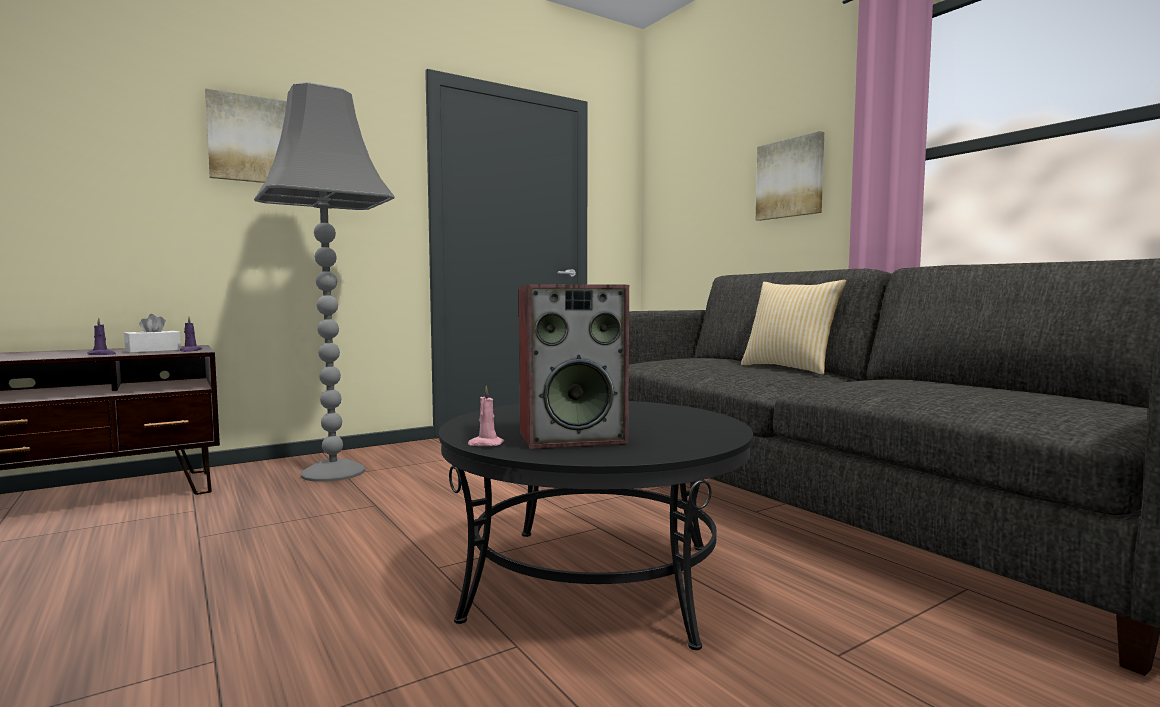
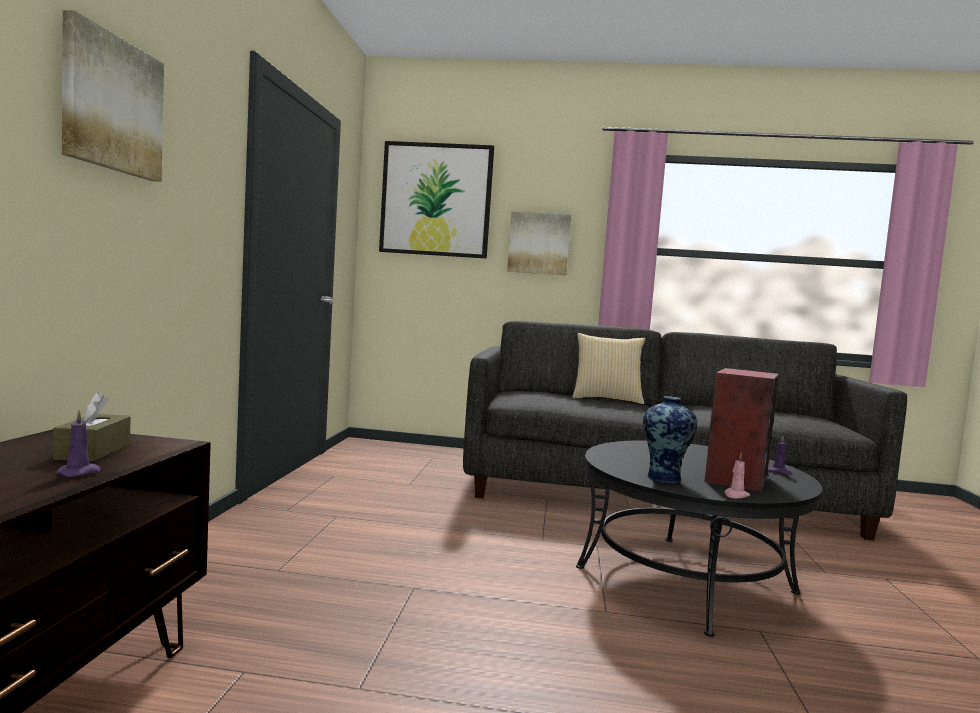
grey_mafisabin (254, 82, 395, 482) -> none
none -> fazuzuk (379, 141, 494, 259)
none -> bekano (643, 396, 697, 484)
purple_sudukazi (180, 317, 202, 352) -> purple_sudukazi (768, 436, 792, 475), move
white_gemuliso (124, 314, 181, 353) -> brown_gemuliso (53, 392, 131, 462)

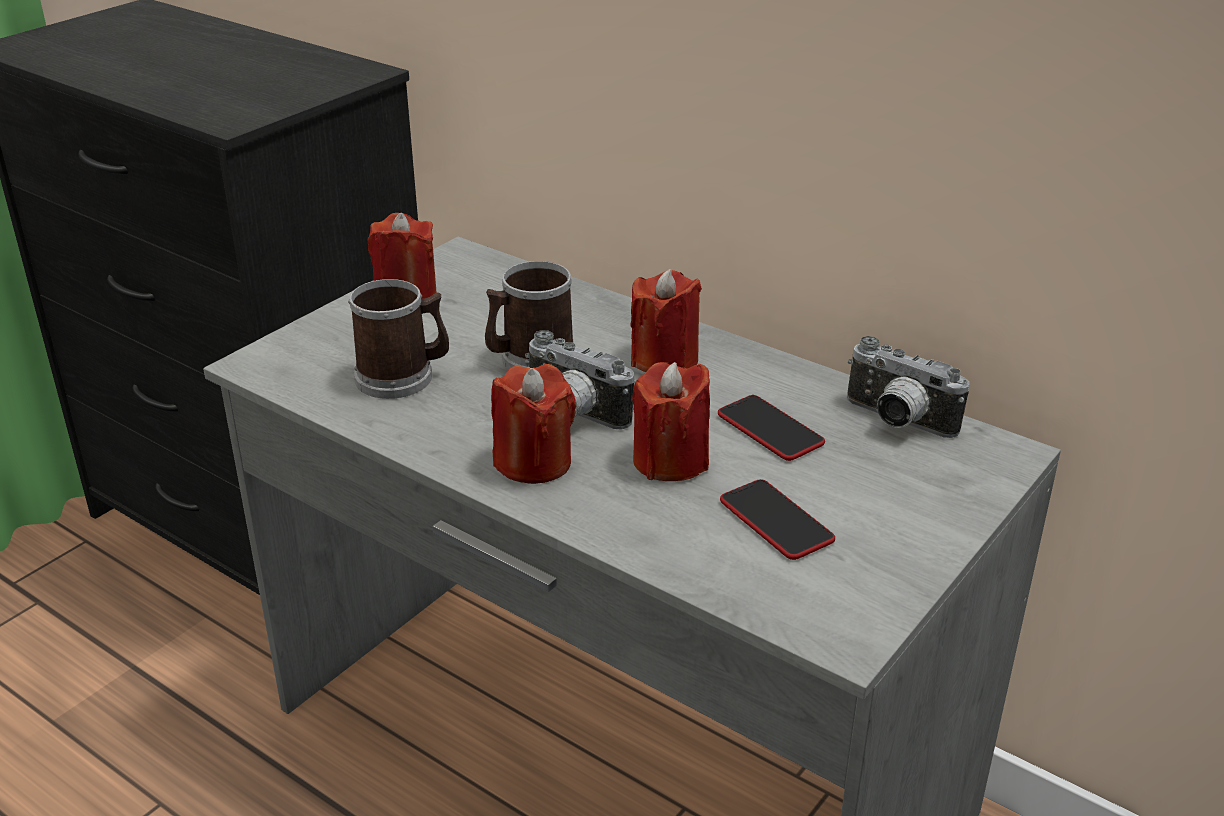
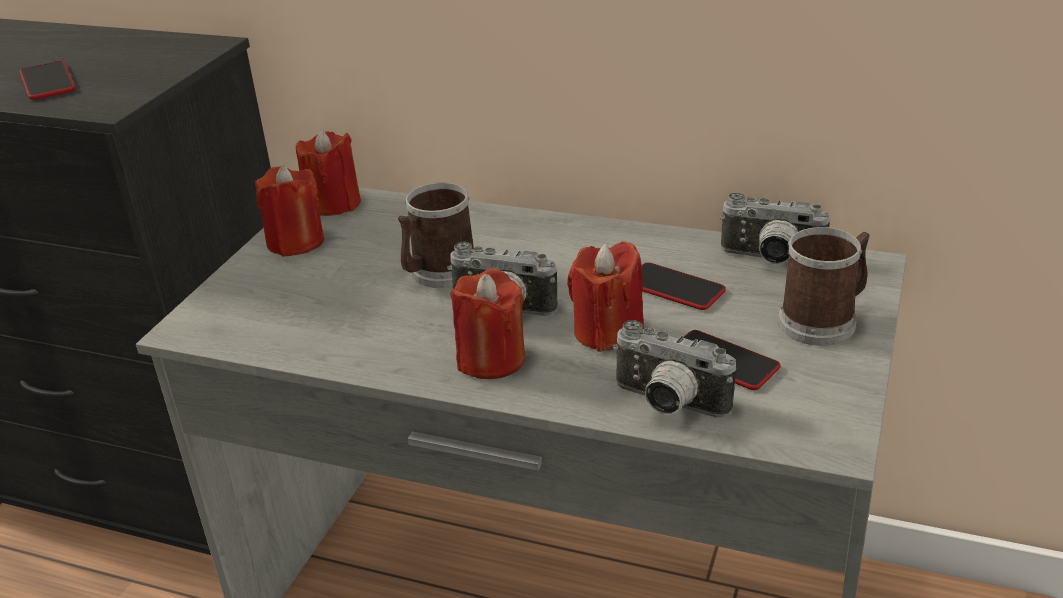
none -> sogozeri (20, 60, 76, 100)
none -> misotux (613, 320, 736, 418)
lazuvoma (348, 279, 449, 399) -> lazuvoma (778, 227, 870, 346), move
red_sudukazi (630, 269, 702, 372) -> red_sudukazi (296, 128, 361, 216), move

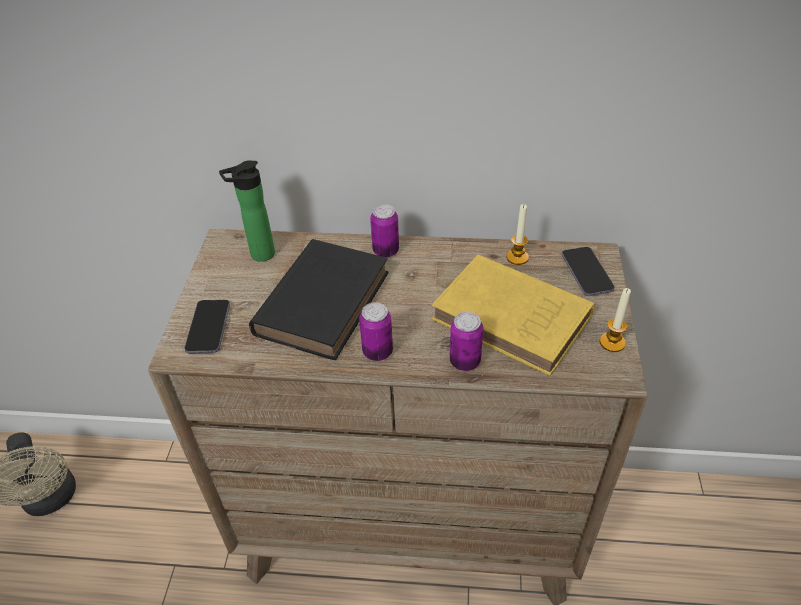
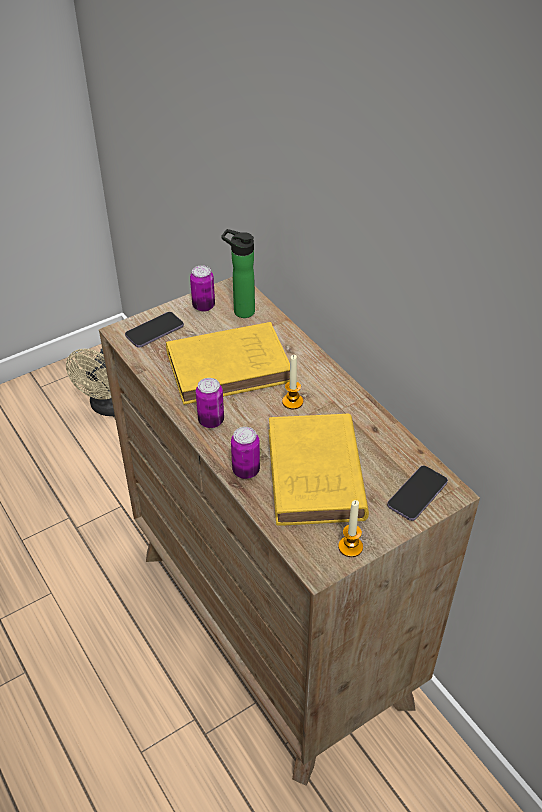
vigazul (370, 204, 399, 258) -> vigazul (190, 265, 215, 312), move
sudukazi (506, 204, 529, 265) -> sudukazi (282, 355, 303, 409), move
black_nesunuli (249, 239, 389, 360) -> yellow_nesunuli (166, 322, 290, 405)

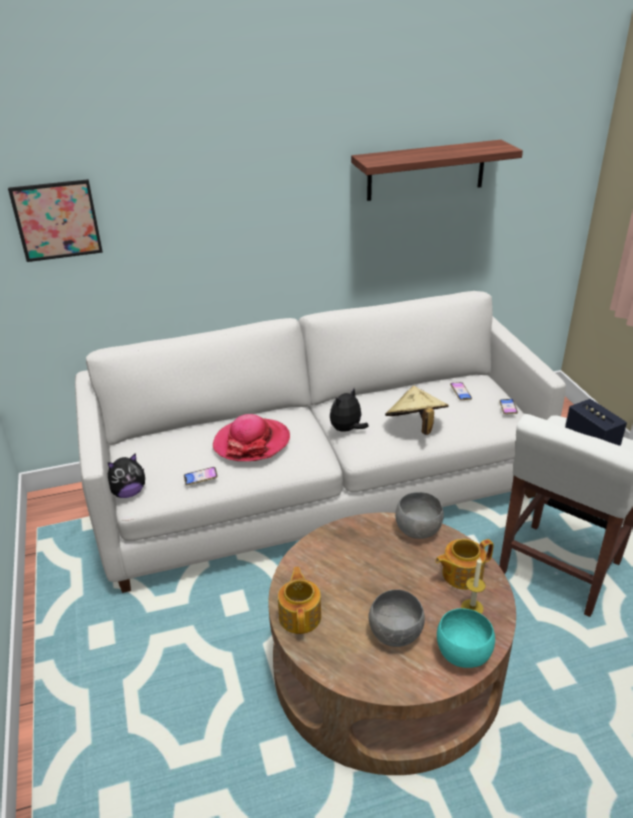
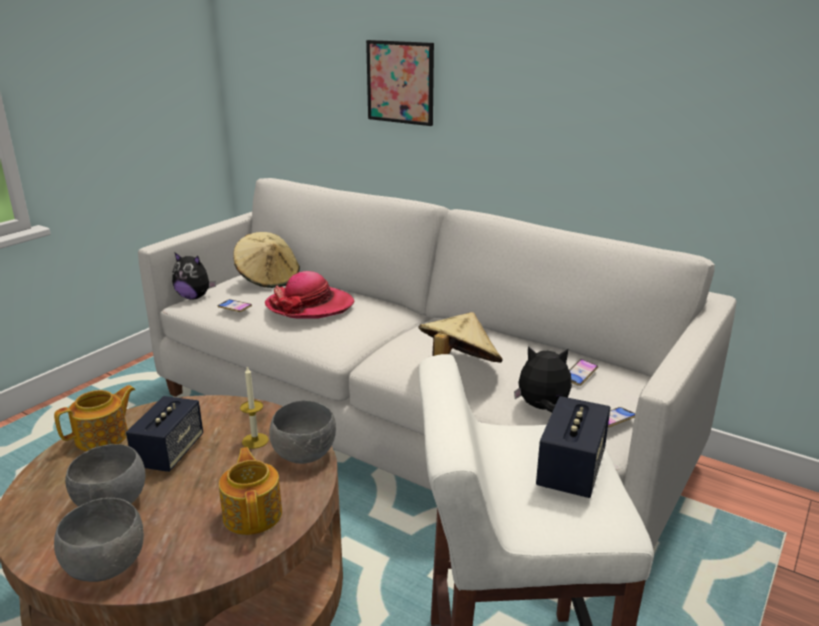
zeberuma (351, 140, 523, 201) -> none
none -> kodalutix (126, 396, 203, 472)
none -> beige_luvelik (233, 232, 300, 288)
fazuzuk (8, 179, 103, 262) -> fazuzuk (366, 40, 434, 126), move
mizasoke (330, 388, 369, 432) -> mizasoke (514, 346, 572, 413), move
sudukazi (461, 558, 486, 614) -> sudukazi (240, 366, 269, 449), move
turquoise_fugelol (437, 608, 495, 668) -> grey_fugelol (54, 498, 144, 582)
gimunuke (435, 539, 494, 590) -> gimunuke (219, 447, 282, 535), 45 degrees clockwise

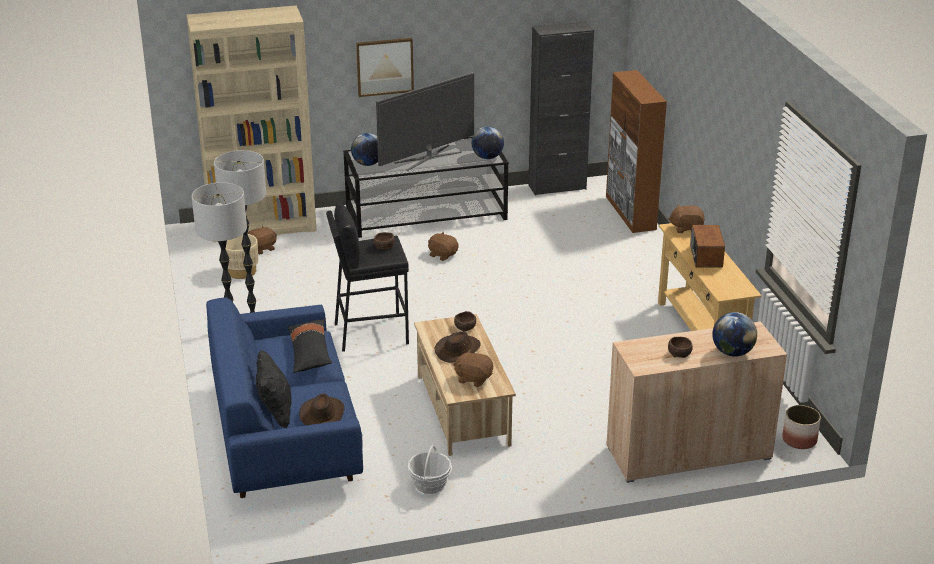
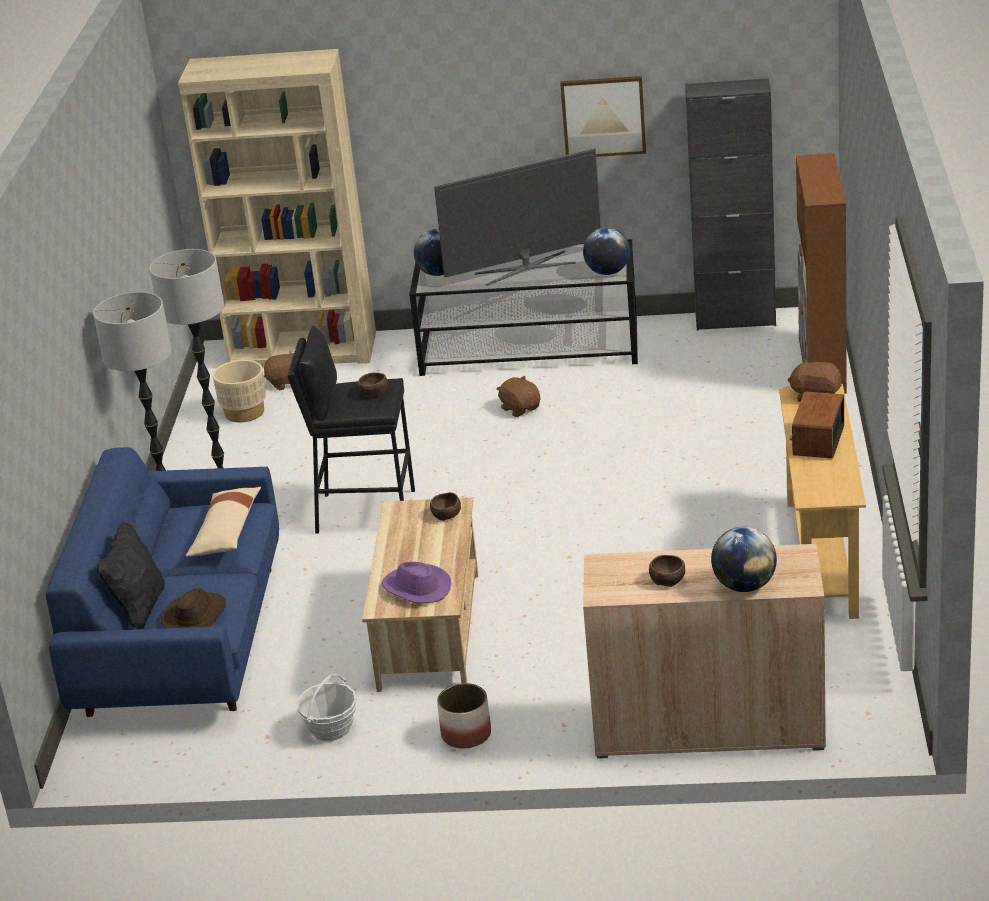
brown_luvelik (435, 331, 481, 363) -> none
fazuzuk (356, 38, 414, 97) -> fazuzuk (560, 76, 646, 157), move
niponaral (782, 405, 821, 449) -> niponaral (437, 683, 491, 748), move
brown_mizasoke (453, 350, 493, 387) -> purple_luvelik (382, 562, 451, 603)
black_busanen (287, 319, 332, 373) -> beige_busanen (186, 487, 261, 556)

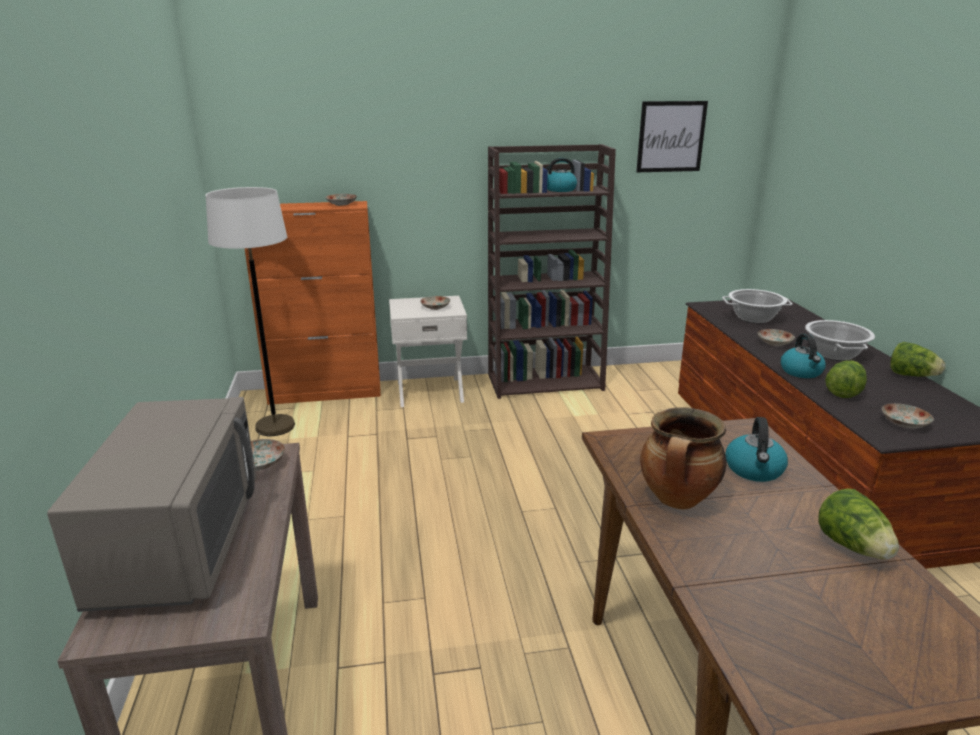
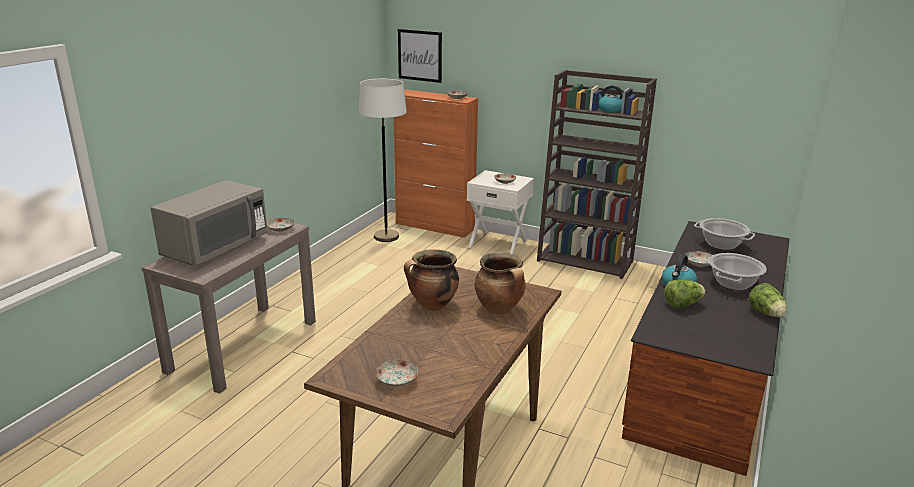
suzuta (818, 488, 899, 560) -> none
fazuzuk (636, 101, 708, 172) -> fazuzuk (398, 29, 442, 83), move
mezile (882, 403, 934, 428) -> mezile (375, 359, 418, 387), move
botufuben (725, 417, 788, 482) -> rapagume (475, 252, 526, 315)

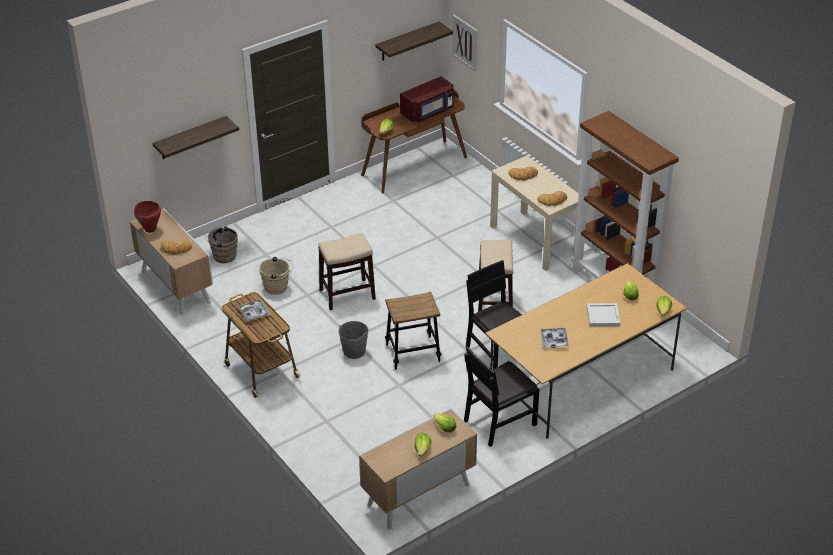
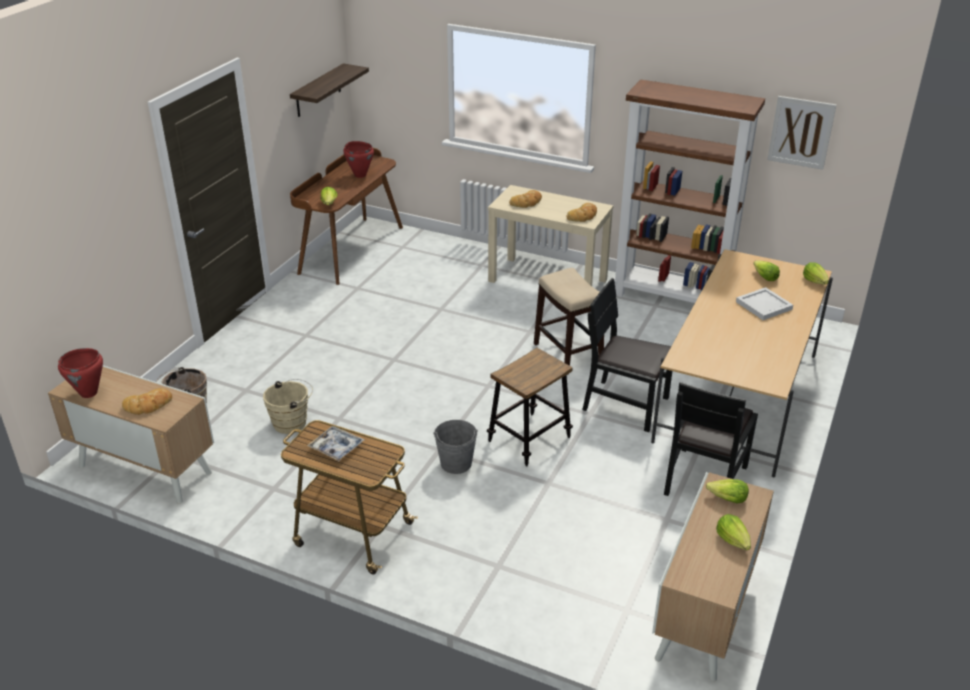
zeberuma (152, 116, 239, 159) -> none
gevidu (318, 233, 376, 310) -> none
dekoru (540, 328, 569, 348) -> none
fazuzuk (452, 14, 477, 72) -> fazuzuk (767, 96, 837, 170), move
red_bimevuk (400, 76, 454, 122) -> red_rapagume (344, 141, 374, 178)

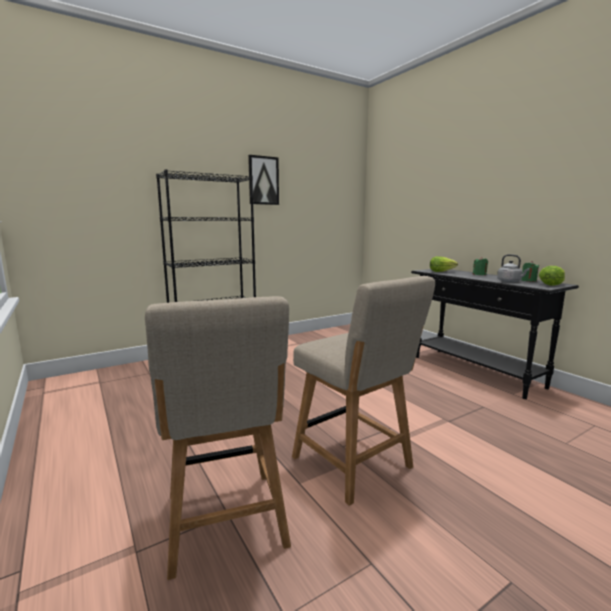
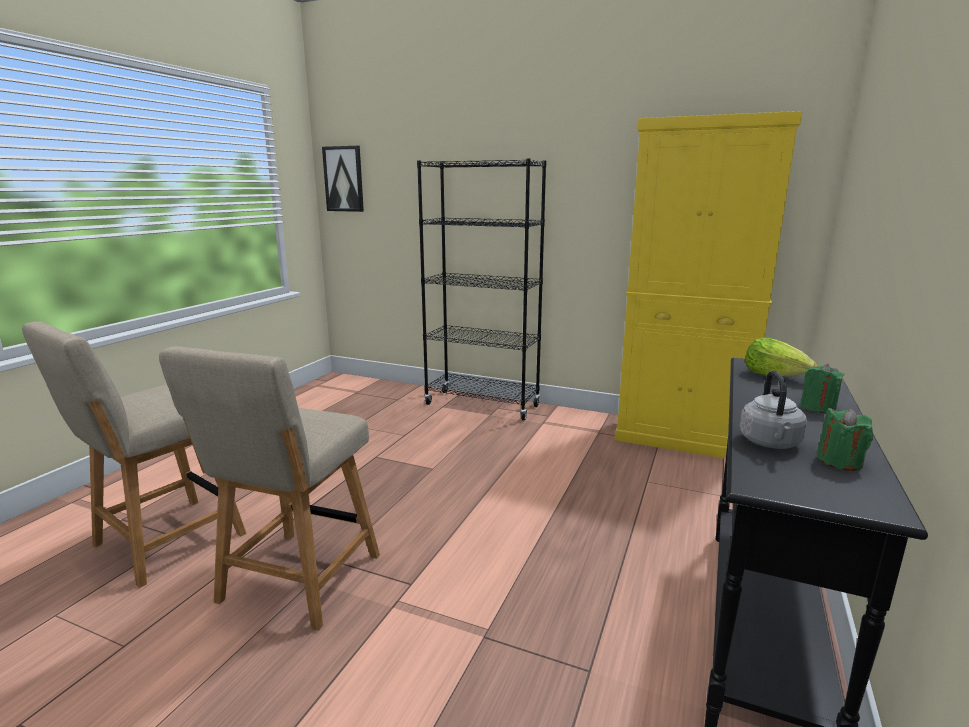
suzuta (538, 266, 565, 286) -> none
none -> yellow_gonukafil (614, 111, 803, 459)
fazuzuk (248, 155, 279, 205) -> fazuzuk (322, 146, 364, 212), move

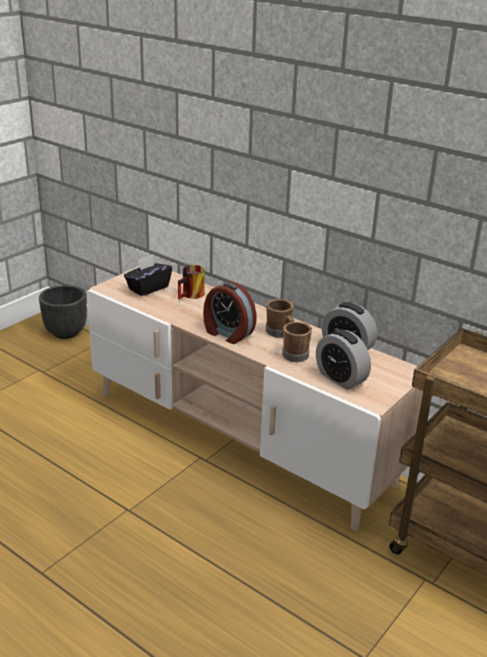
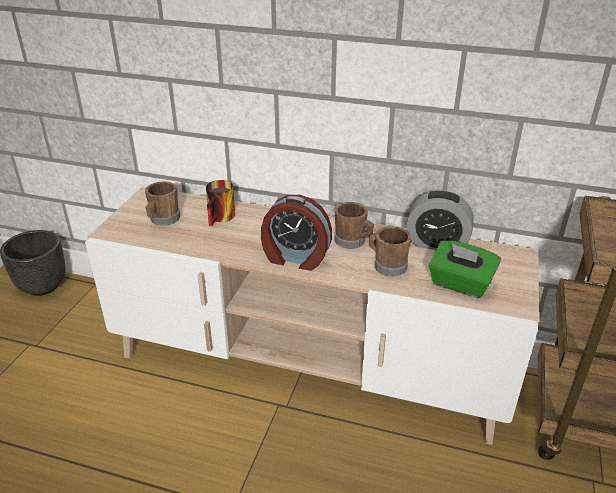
black_gemuliso (124, 254, 172, 296) -> brown_lazuvoma (145, 181, 180, 226)
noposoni (316, 329, 371, 390) -> green_gemuliso (428, 241, 501, 298)

